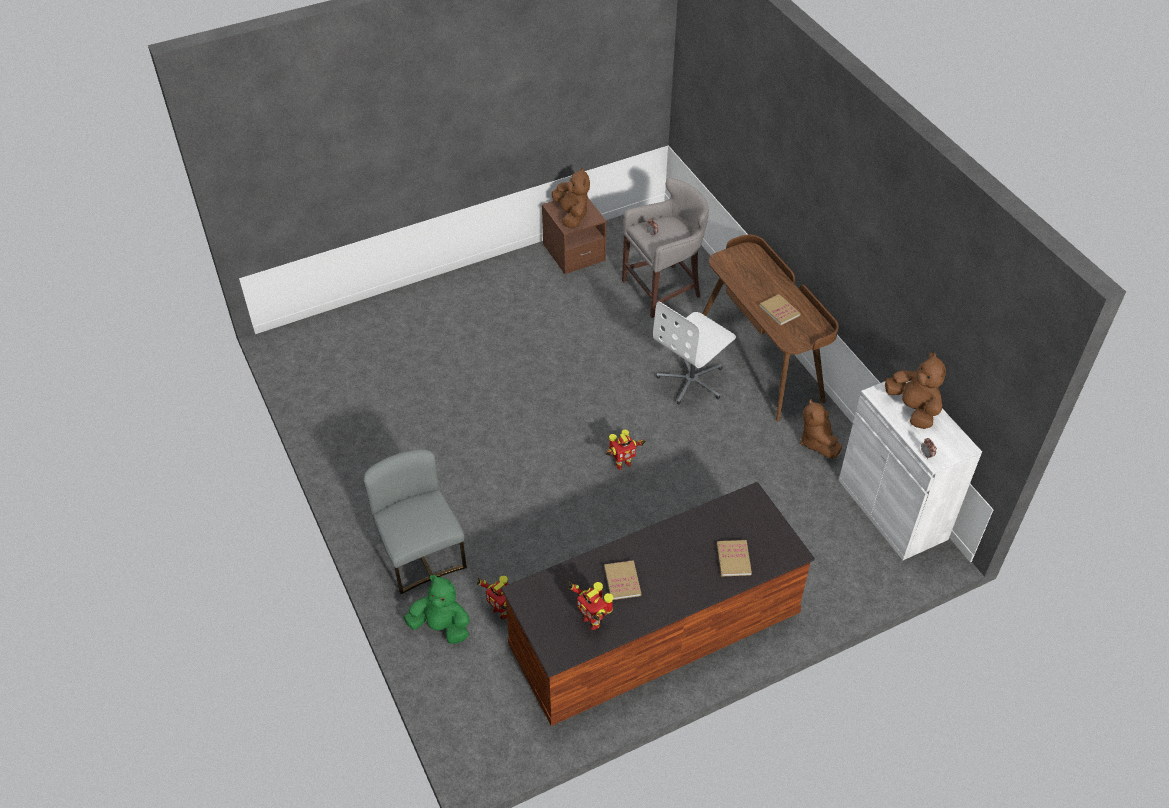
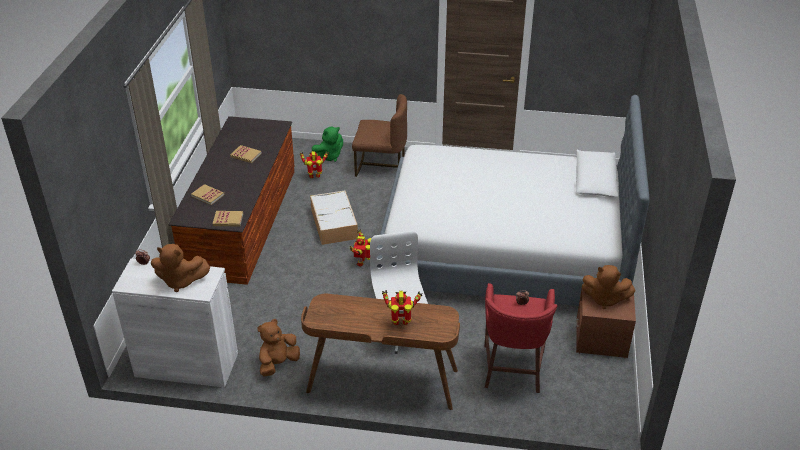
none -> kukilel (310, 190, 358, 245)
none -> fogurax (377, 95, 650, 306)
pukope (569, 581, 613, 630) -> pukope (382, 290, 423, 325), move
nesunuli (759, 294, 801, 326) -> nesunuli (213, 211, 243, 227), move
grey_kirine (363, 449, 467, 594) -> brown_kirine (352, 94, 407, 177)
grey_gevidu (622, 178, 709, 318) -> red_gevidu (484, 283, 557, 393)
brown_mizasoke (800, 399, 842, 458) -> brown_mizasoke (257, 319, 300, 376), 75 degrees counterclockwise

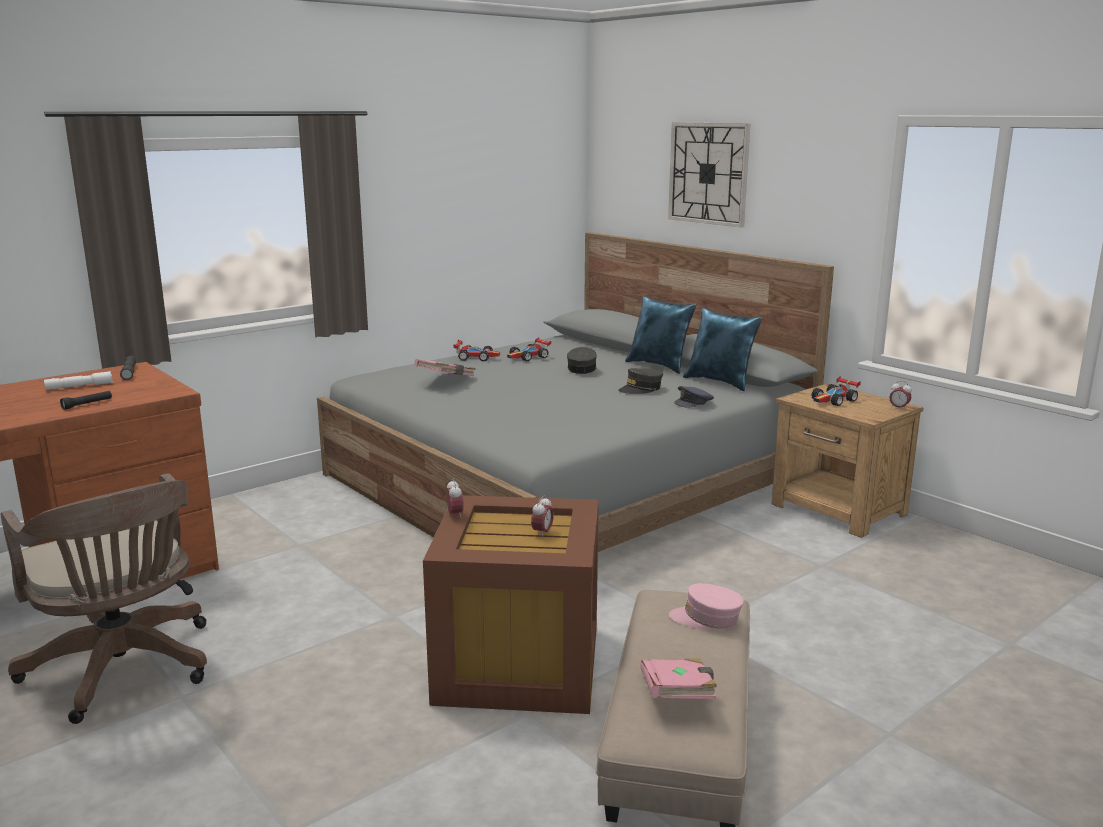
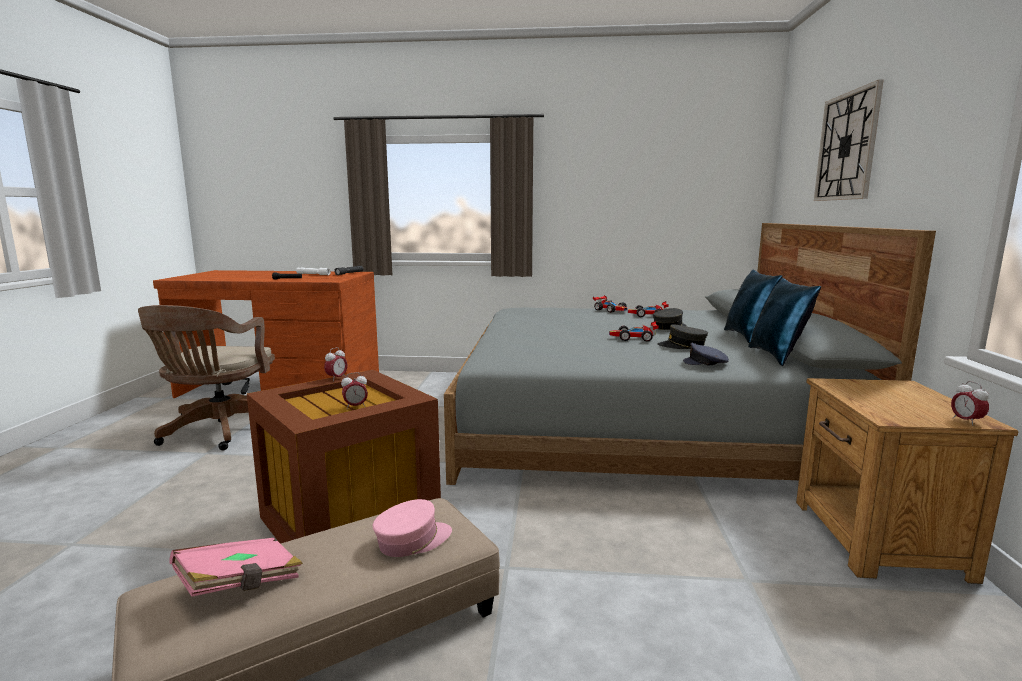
pink_nesunuli (414, 359, 476, 376) -> none
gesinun (811, 376, 861, 406) -> gesinun (609, 321, 659, 342), move
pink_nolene (669, 583, 744, 629) -> pink_nolene (373, 499, 452, 557), 90 degrees clockwise

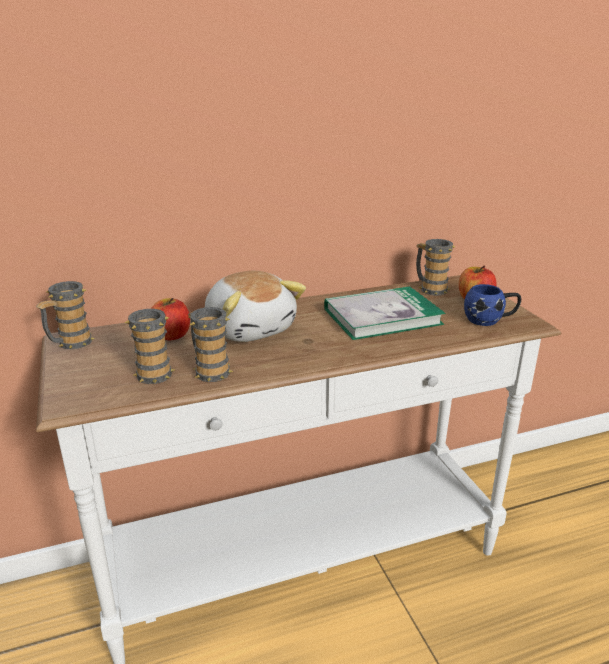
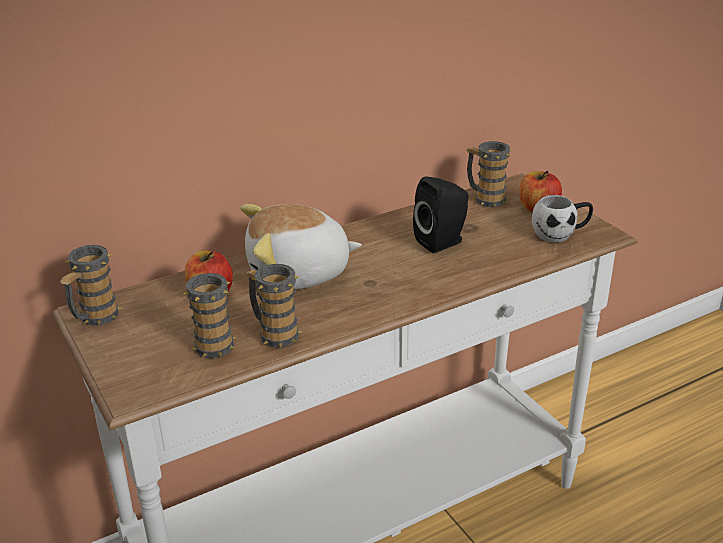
nesunuli (324, 286, 446, 340) -> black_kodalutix (413, 176, 469, 253)
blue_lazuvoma (464, 284, 521, 326) -> white_lazuvoma (532, 195, 593, 242)
mizasoke (205, 271, 306, 342) -> mizasoke (240, 204, 362, 290), 120 degrees clockwise

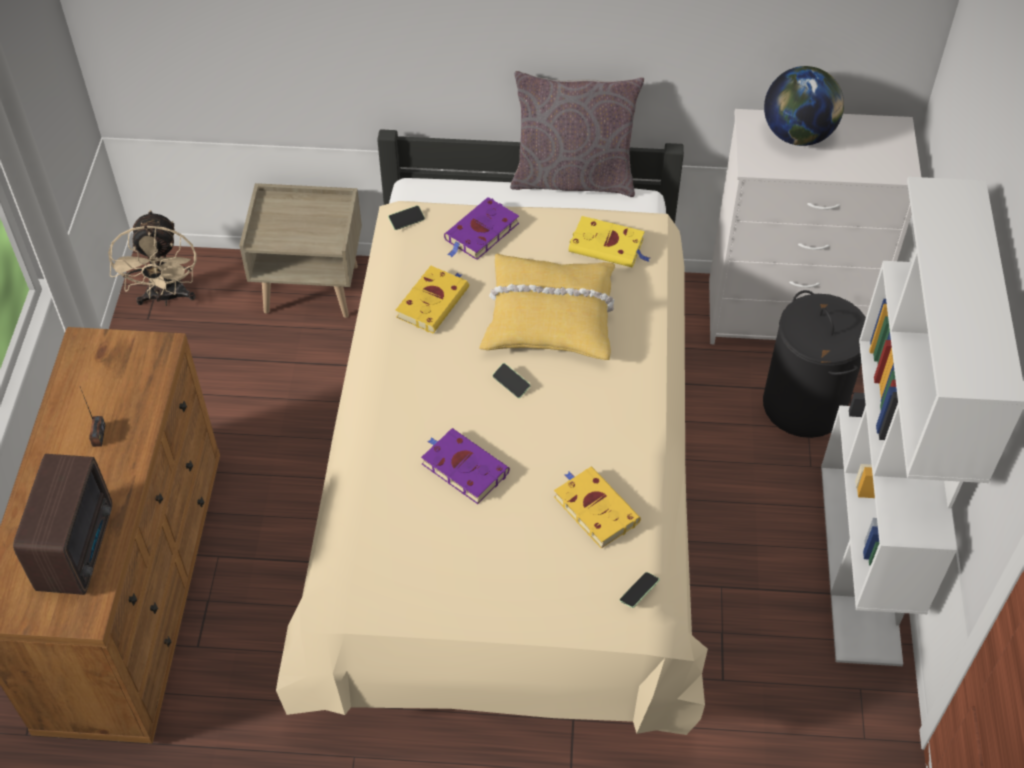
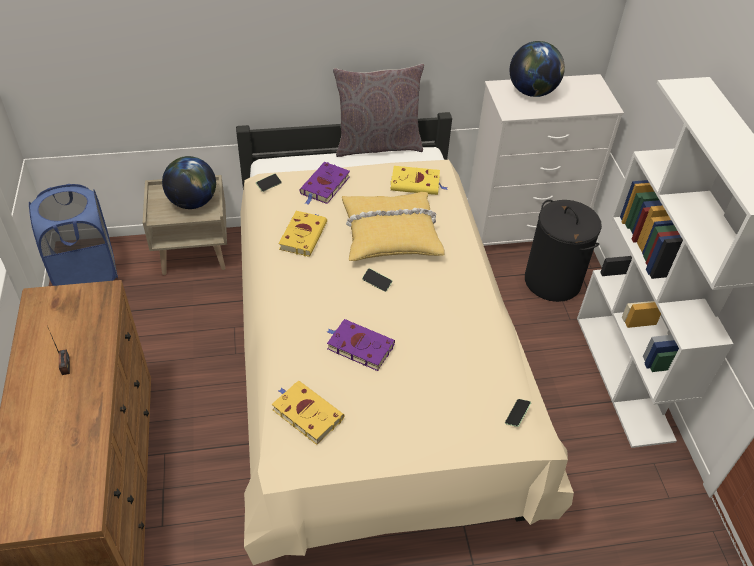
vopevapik (13, 454, 112, 595) -> none
none -> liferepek (162, 156, 216, 209)
yellow_nesunuli (554, 467, 641, 549) -> yellow_nesunuli (272, 381, 344, 445), move
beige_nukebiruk (108, 210, 196, 306) -> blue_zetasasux (29, 184, 118, 286)

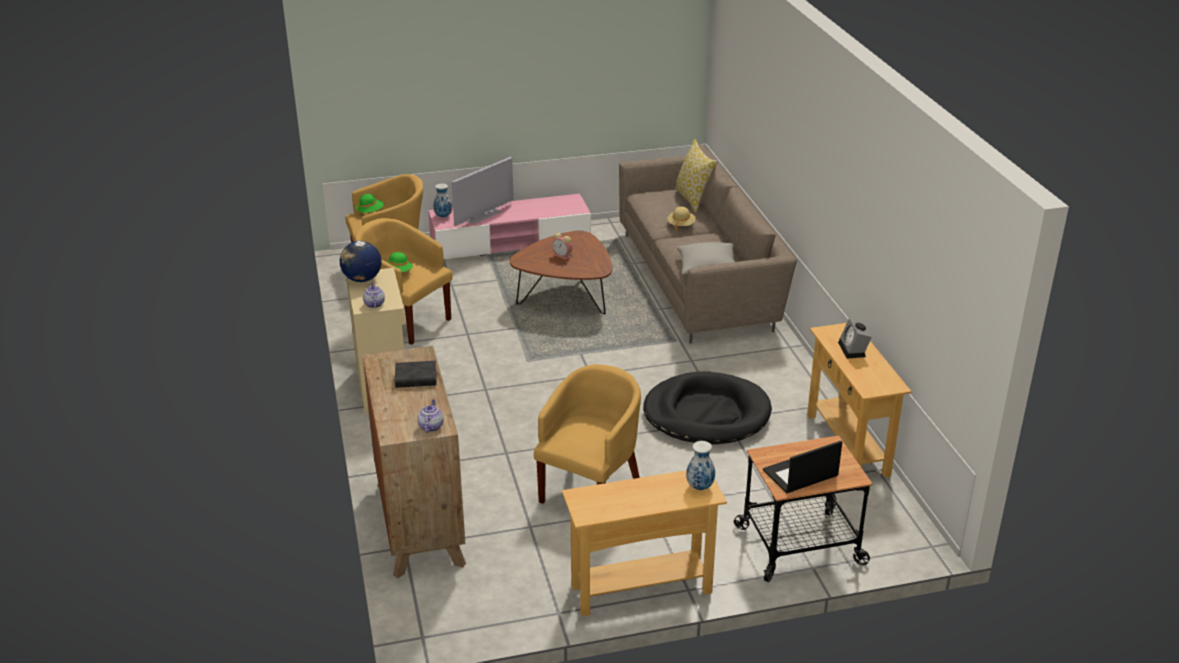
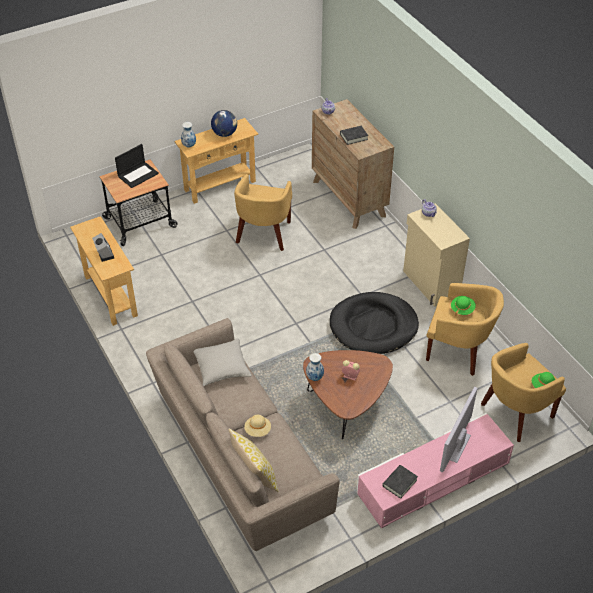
none -> black_nesunuli (382, 465, 418, 499)
liferepek (340, 241, 382, 282) -> liferepek (211, 110, 237, 137), move
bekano (433, 183, 453, 218) -> bekano (306, 353, 324, 381), move
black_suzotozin (643, 372, 772, 444) -> black_suzotozin (330, 292, 419, 354), move

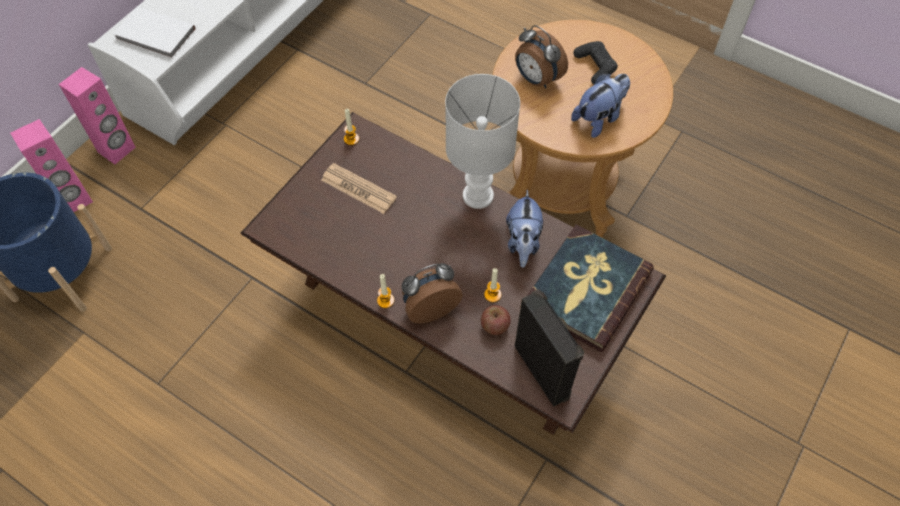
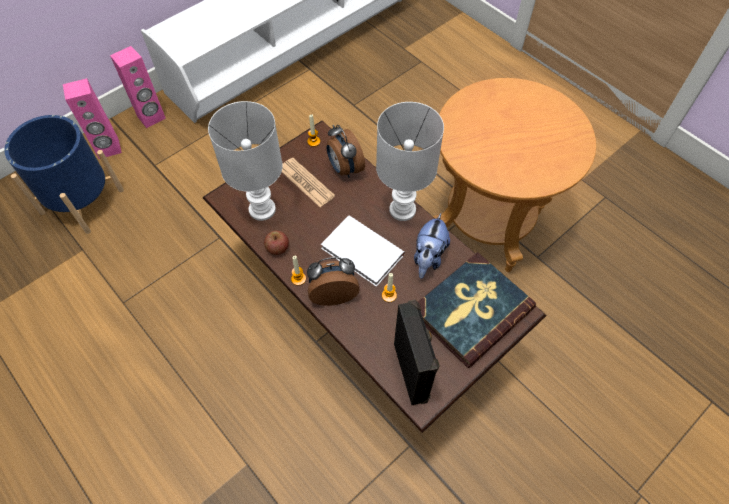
mizasoke (571, 73, 630, 138) -> none
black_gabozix (573, 41, 618, 84) -> none
none -> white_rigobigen (208, 101, 283, 221)
white_nesunuli (113, 6, 196, 59) -> white_nesunuli (321, 215, 405, 287), move
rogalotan (481, 305, 511, 335) -> rogalotan (264, 231, 289, 255), move
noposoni (515, 25, 568, 88) -> noposoni (327, 125, 365, 178), move

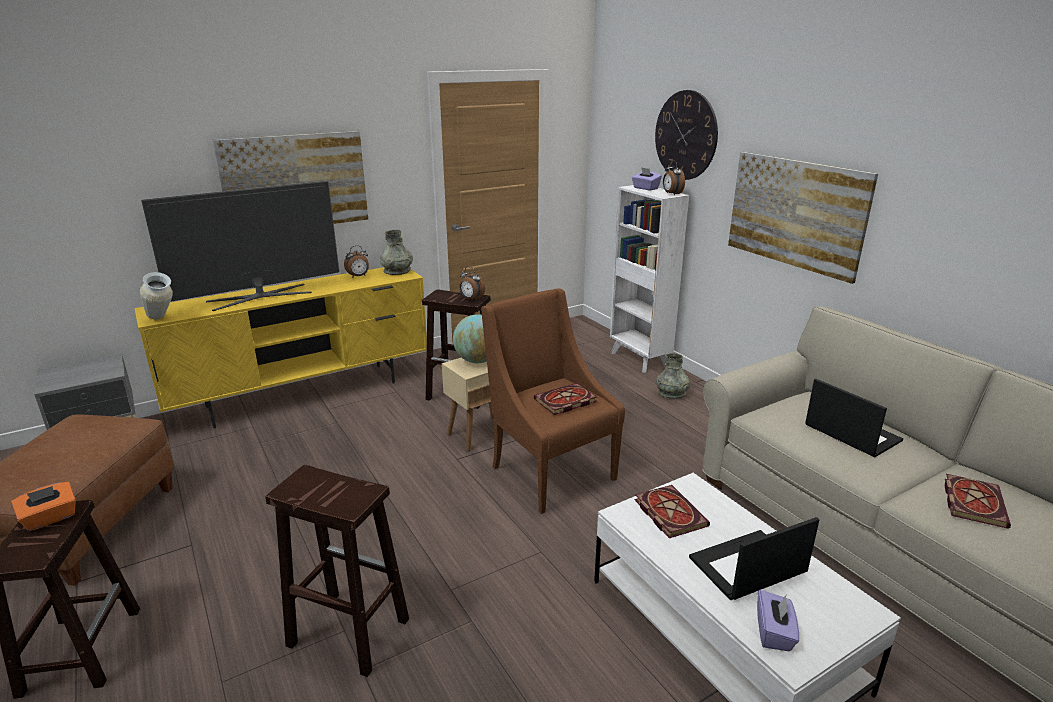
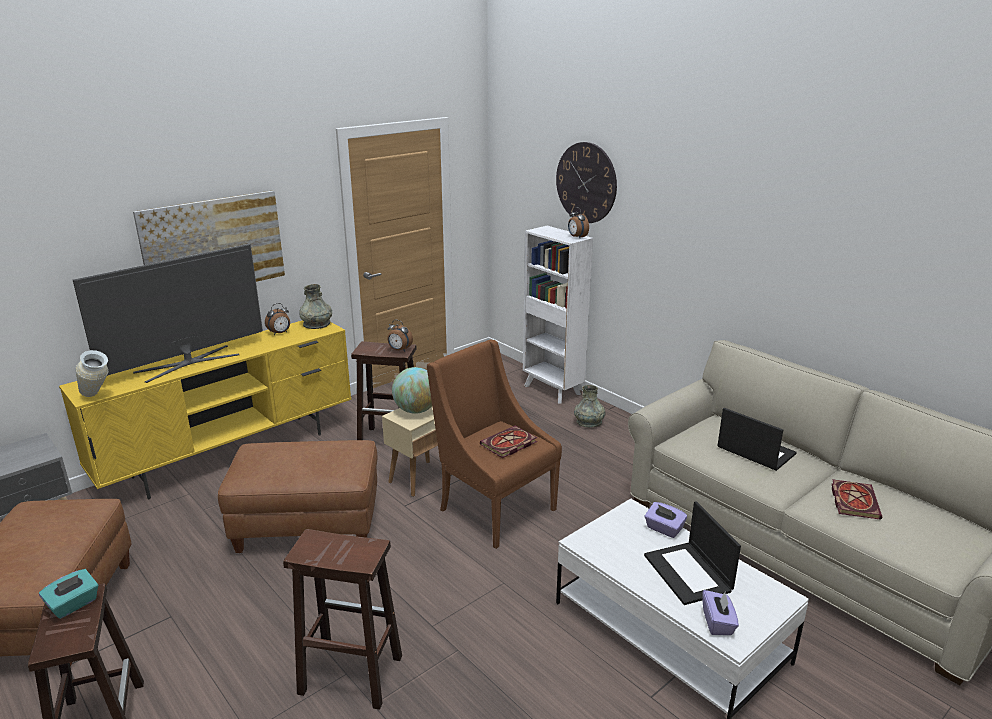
nesunuli (634, 485, 710, 538) -> none
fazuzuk (728, 152, 878, 284) -> none
none -> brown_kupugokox (218, 440, 377, 553)
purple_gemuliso (632, 167, 662, 191) -> purple_gemuliso (645, 502, 687, 538), move
orange_gemuliso (11, 482, 76, 531) -> turquoise_gemuliso (39, 569, 98, 619)
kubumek (689, 517, 819, 600) -> kubumek (644, 501, 741, 605), 75 degrees counterclockwise

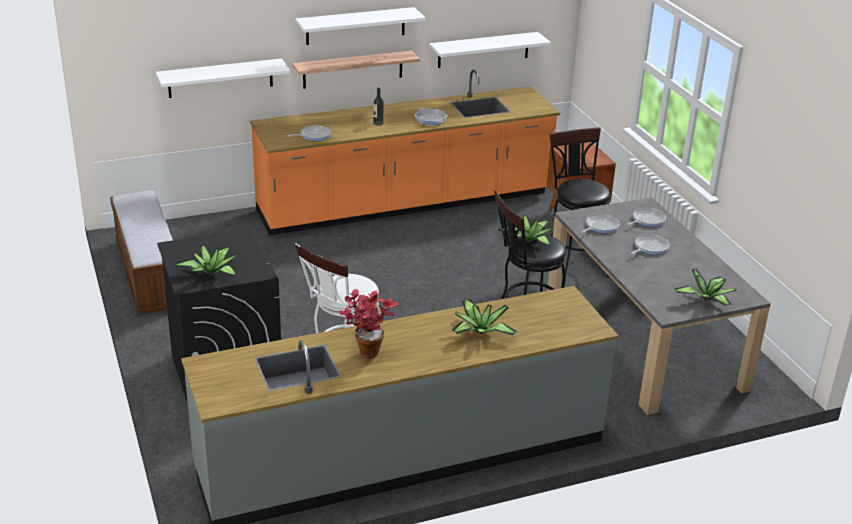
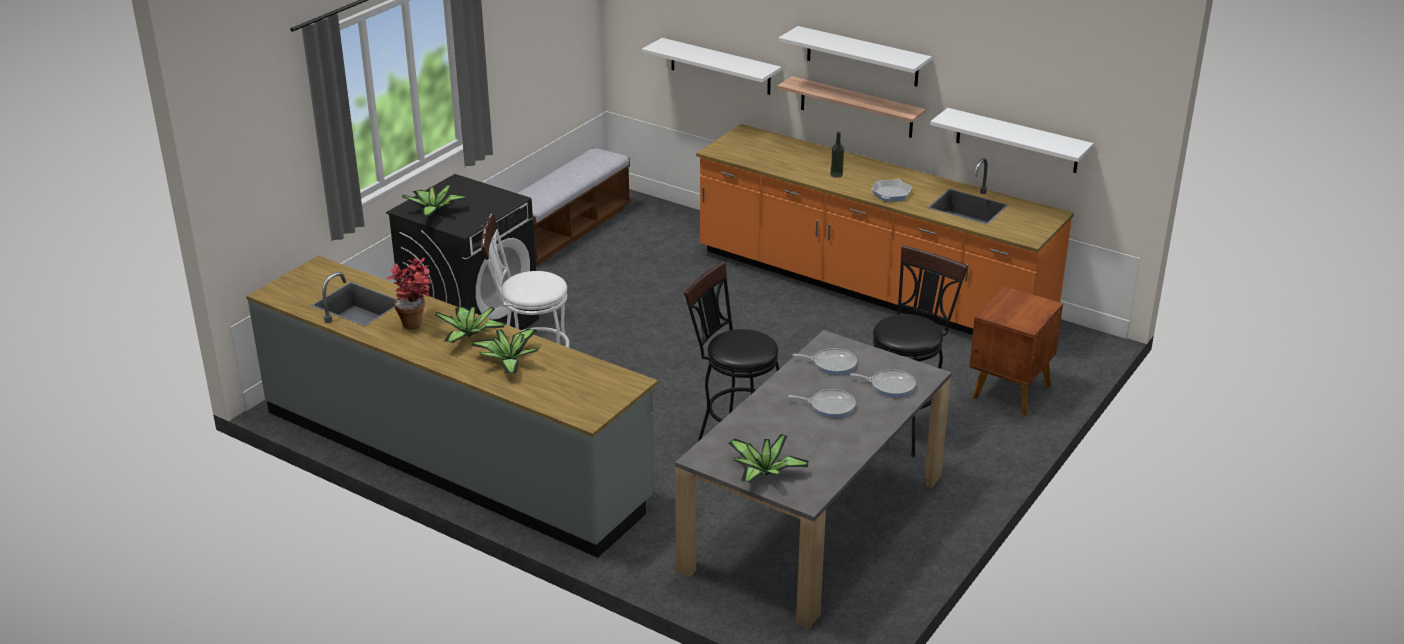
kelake (287, 125, 331, 141) -> none
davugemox (497, 215, 553, 246) -> davugemox (435, 306, 506, 343), move

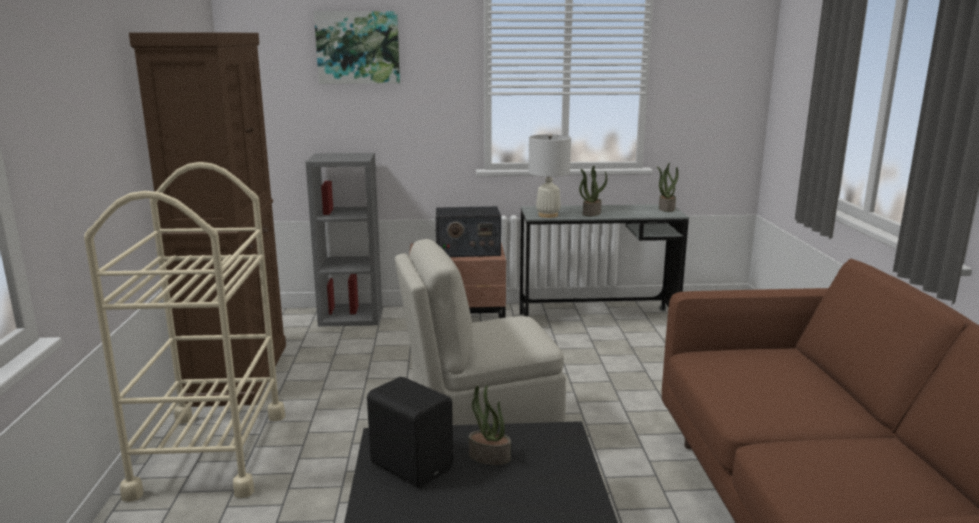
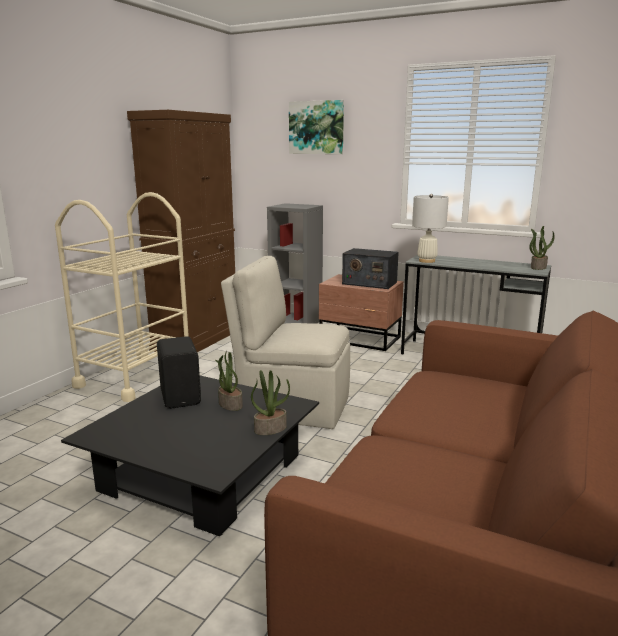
davugemox (579, 166, 607, 216) -> davugemox (251, 370, 290, 435), move

